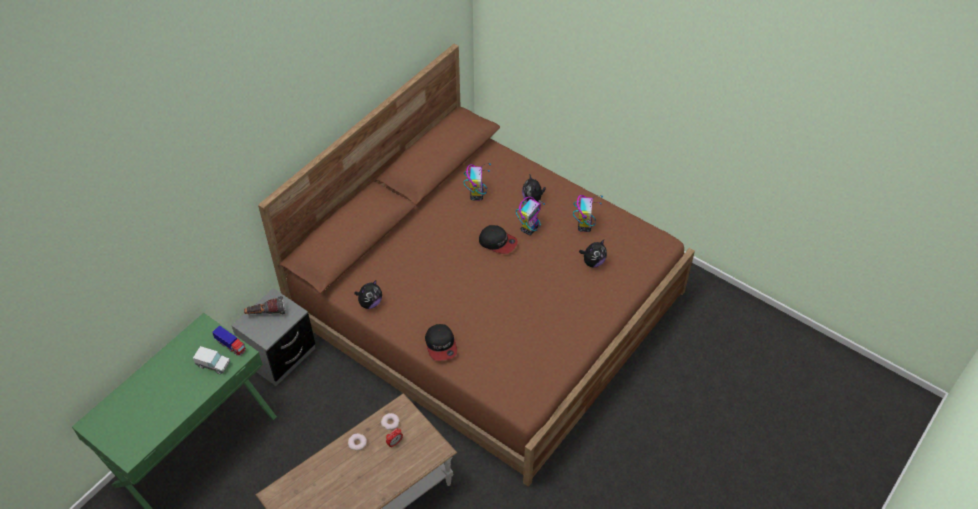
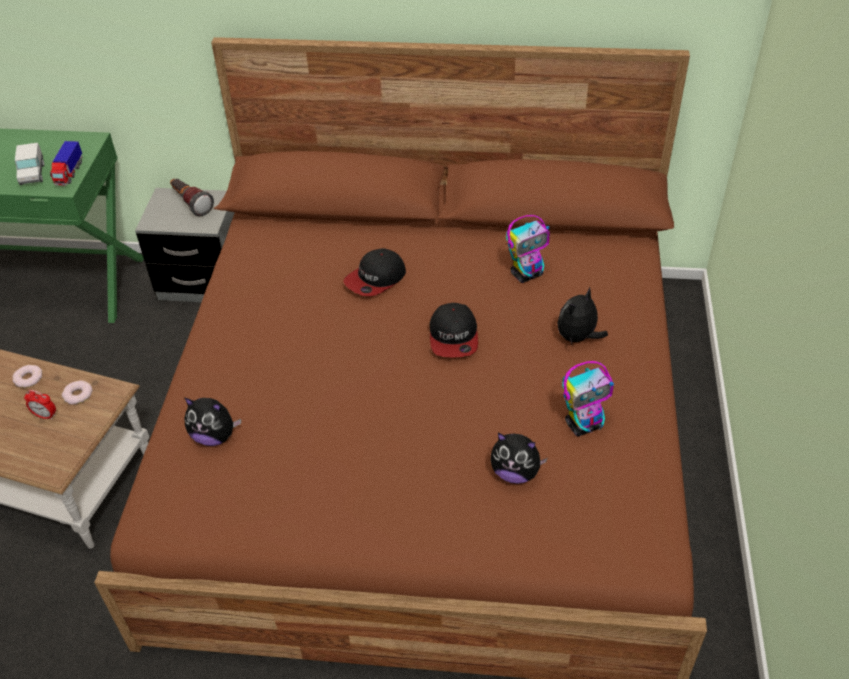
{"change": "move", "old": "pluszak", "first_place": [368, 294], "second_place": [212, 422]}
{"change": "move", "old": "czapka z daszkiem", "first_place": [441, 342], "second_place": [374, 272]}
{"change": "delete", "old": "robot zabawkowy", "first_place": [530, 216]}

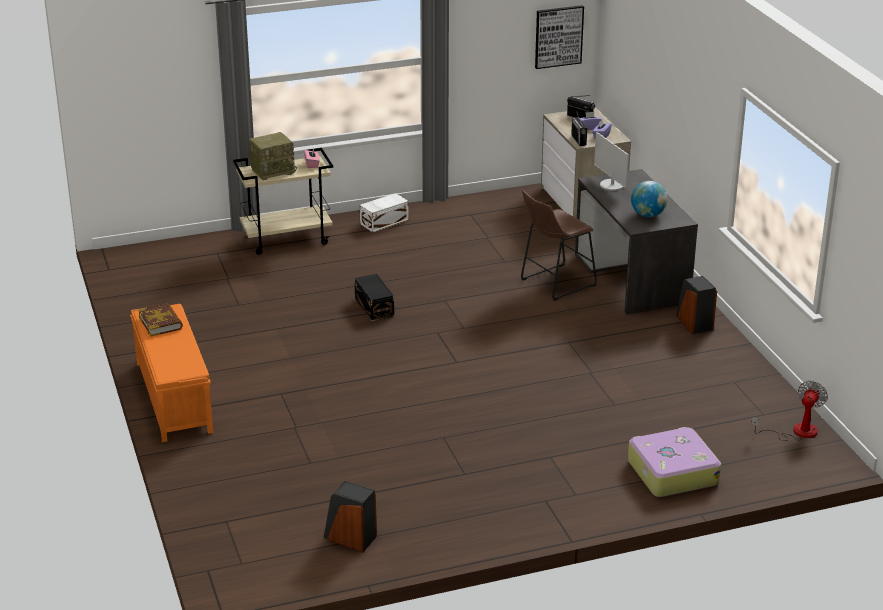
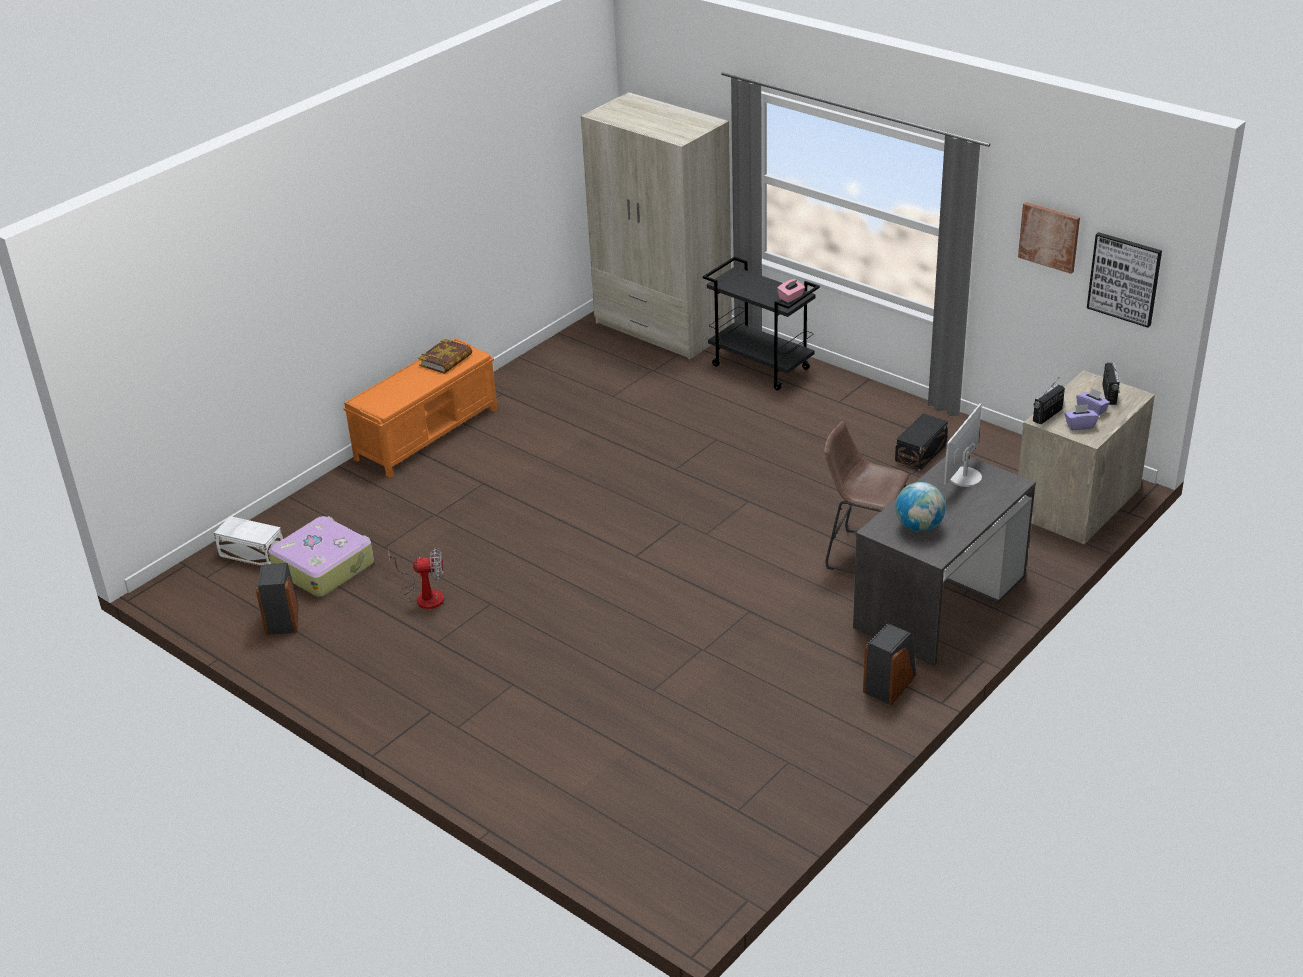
{"change": "move", "old": "pojemnik do przechowywania (biały)", "first_place": [384, 212], "second_place": [248, 541]}
{"change": "move", "old": "walizka", "first_place": [674, 462], "second_place": [321, 556]}
{"change": "move", "old": "wentylator", "first_place": [789, 411], "second_place": [416, 578]}
{"change": "insert", "new": "szafa (beżowy)", "second_place": [656, 225]}
{"change": "recolor", "old": "wózek (beżowy)", "new": "wózek (czarny)", "first_place": [283, 201], "second_place": [761, 323]}
{"change": "move", "old": "pojemnik do przechowywania (czarny)", "first_place": [374, 297], "second_place": [921, 442]}
{"change": "insert", "new": "obraz", "second_place": [1049, 238]}
{"change": "delete", "old": "radio", "first_place": [273, 156]}

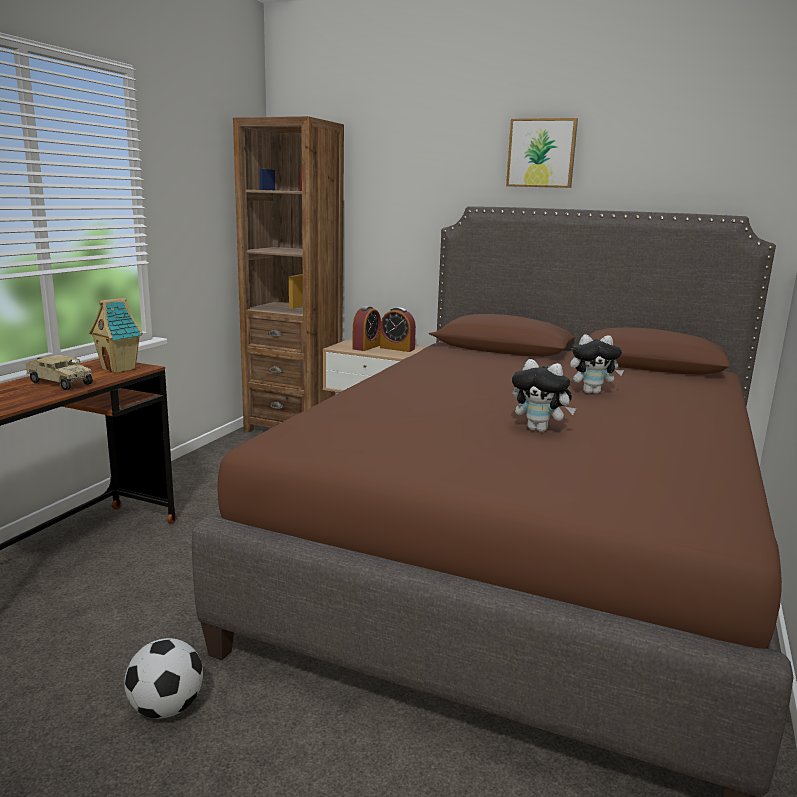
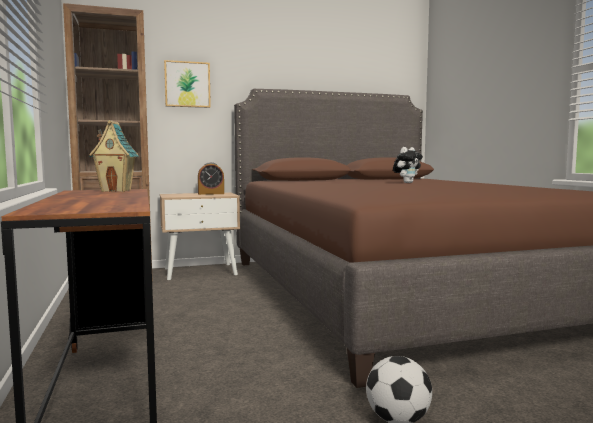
{"change": "move", "old": "obraz", "first_place": [542, 153], "second_place": [187, 84]}
{"change": "delete", "old": "ciężarówka zabawkowa", "first_place": [59, 372]}
{"change": "delete", "old": "budzik", "first_place": [366, 328]}
{"change": "delete", "old": "pluszak", "first_place": [544, 395]}

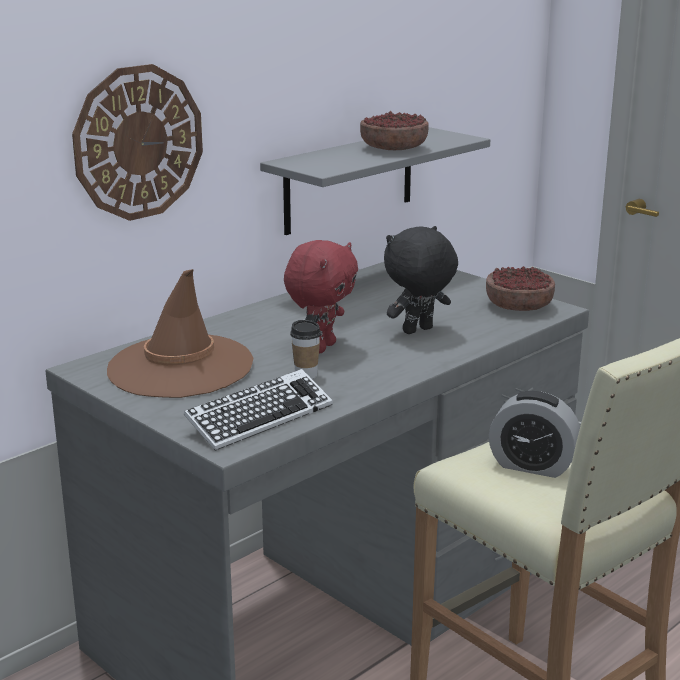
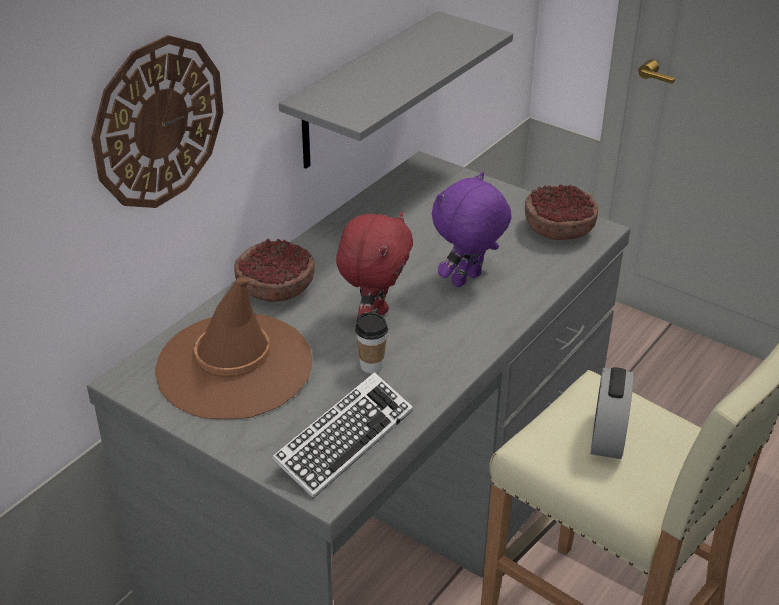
{"change": "move", "old": "miska", "first_place": [394, 130], "second_place": [274, 270]}
{"change": "recolor", "old": "pluszak (czarny)", "new": "pluszak (fioletowy)", "first_place": [421, 280], "second_place": [472, 229]}
{"change": "rotate", "old": "budzik", "first_place": [534, 434], "second_place": [612, 413], "degrees": 90}

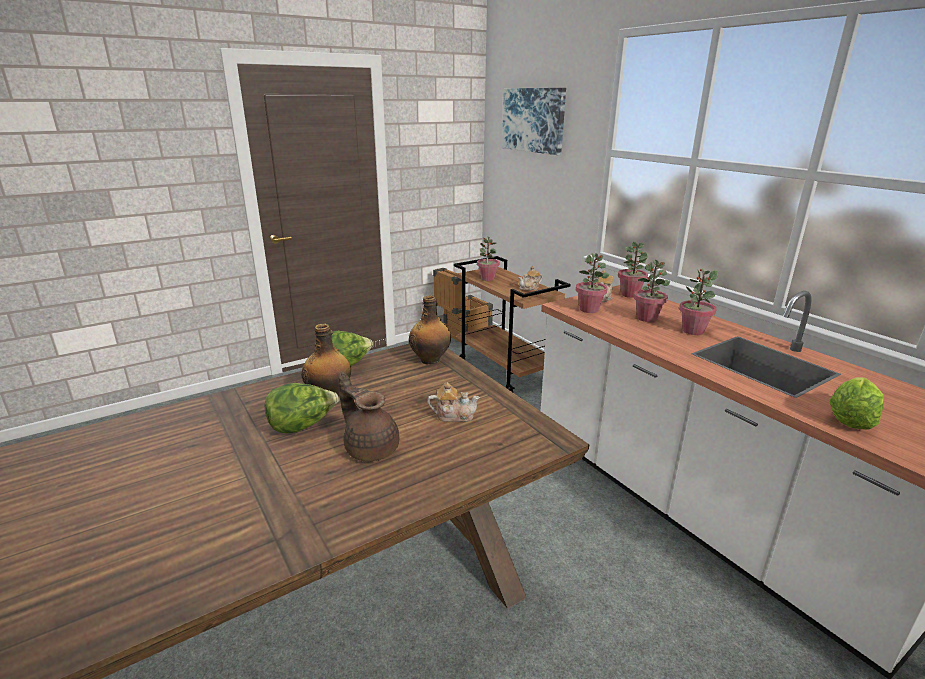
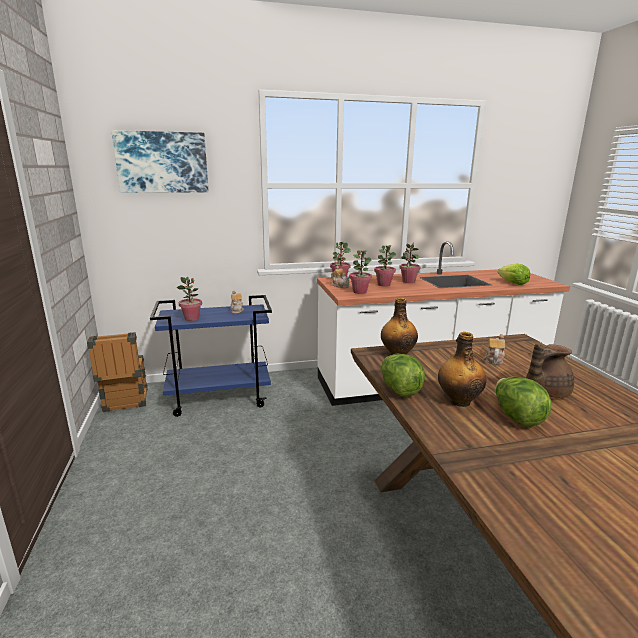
{"change": "recolor", "old": "wózek (brązowy)", "new": "wózek (niebieski)", "first_place": [512, 324], "second_place": [211, 356]}

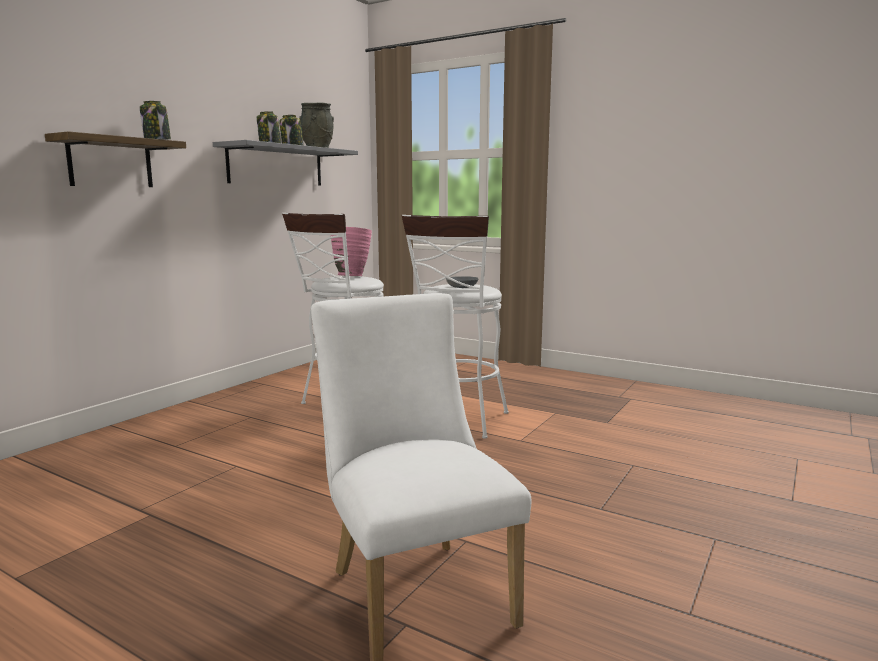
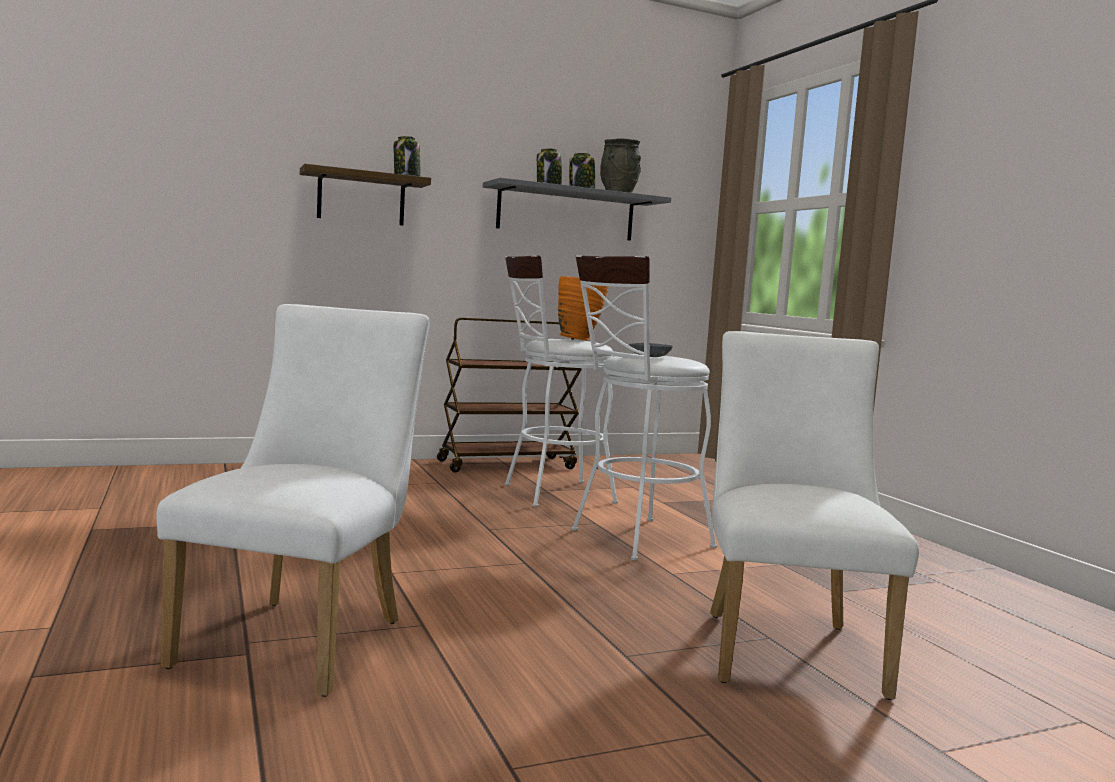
{"change": "insert", "new": "wózek (brązowy)", "second_place": [509, 395]}
{"change": "recolor", "old": "wazon (różowy)", "new": "wazon (pomarańczowy)", "first_place": [351, 251], "second_place": [583, 308]}
{"change": "insert", "new": "krzesło (biały)", "second_place": [814, 515]}

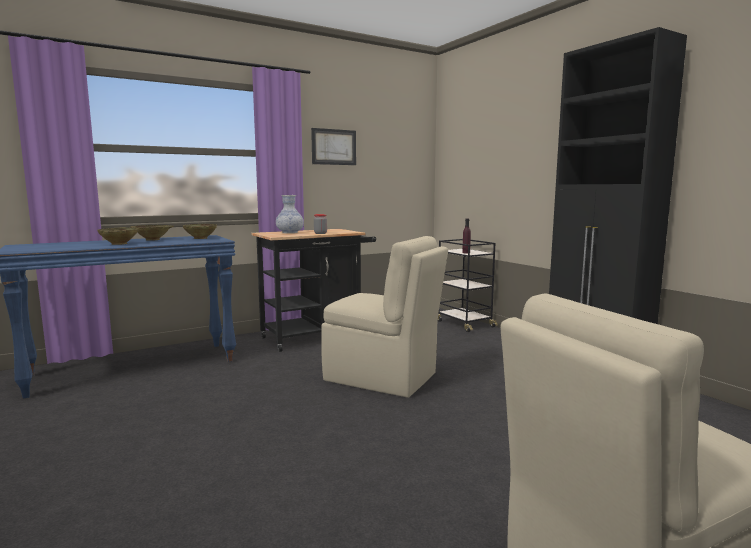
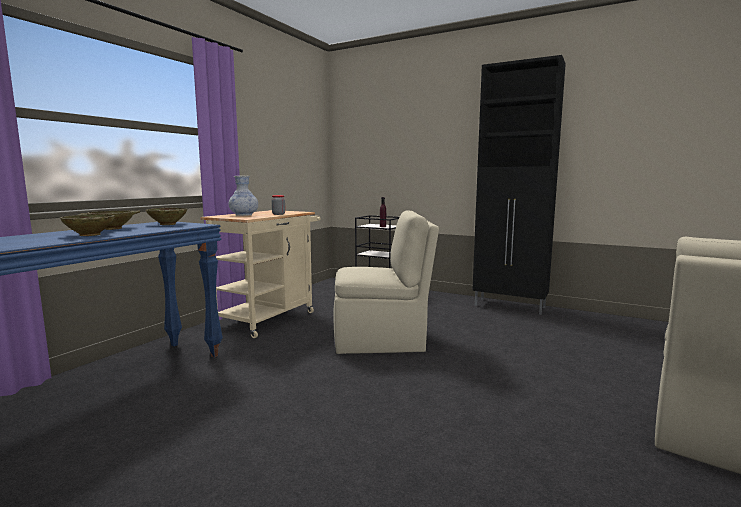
{"change": "recolor", "old": "wózek (czarny)", "new": "wózek (beżowy)", "first_place": [313, 290], "second_place": [260, 274]}
{"change": "delete", "old": "obraz", "first_place": [333, 146]}

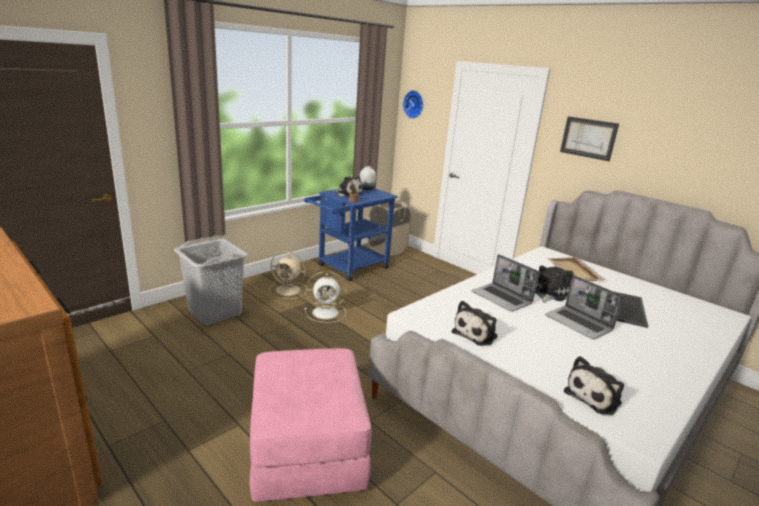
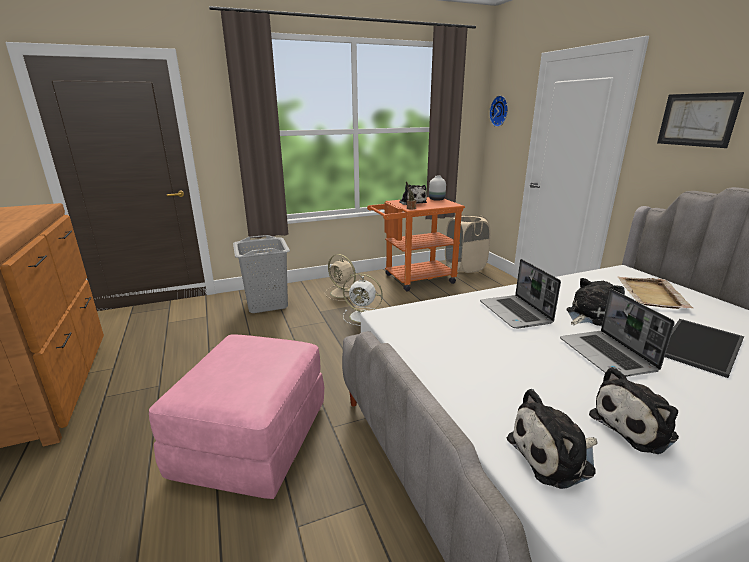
{"change": "recolor", "old": "wózek (niebieski)", "new": "wózek (pomarańczowy)", "first_place": [351, 234], "second_place": [416, 244]}
{"change": "move", "old": "pluszak", "first_place": [475, 323], "second_place": [634, 410]}

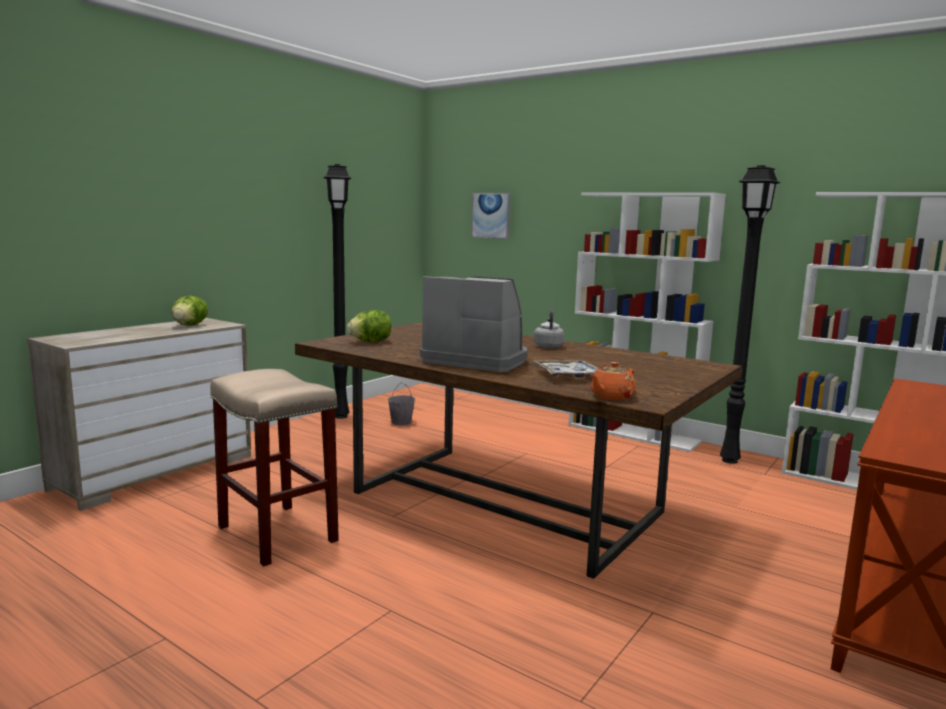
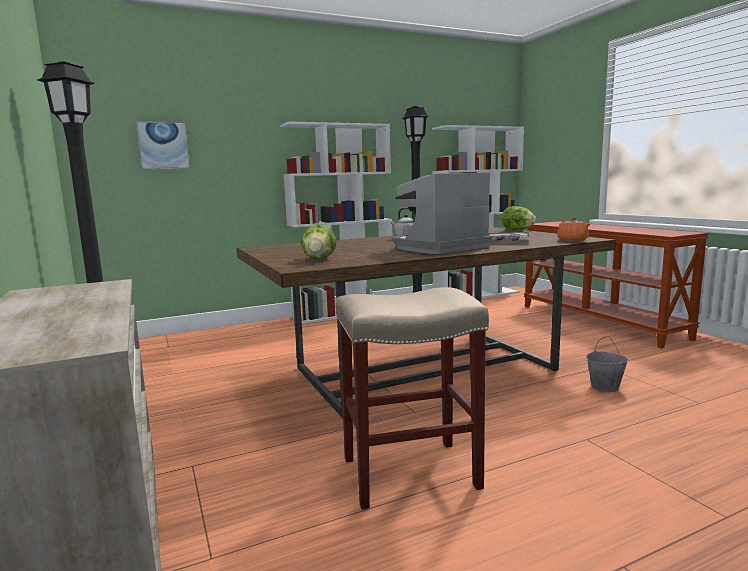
{"change": "move", "old": "sałata", "first_place": [189, 310], "second_place": [519, 218]}
{"change": "move", "old": "wiadro (szary)", "first_place": [401, 403], "second_place": [607, 364]}

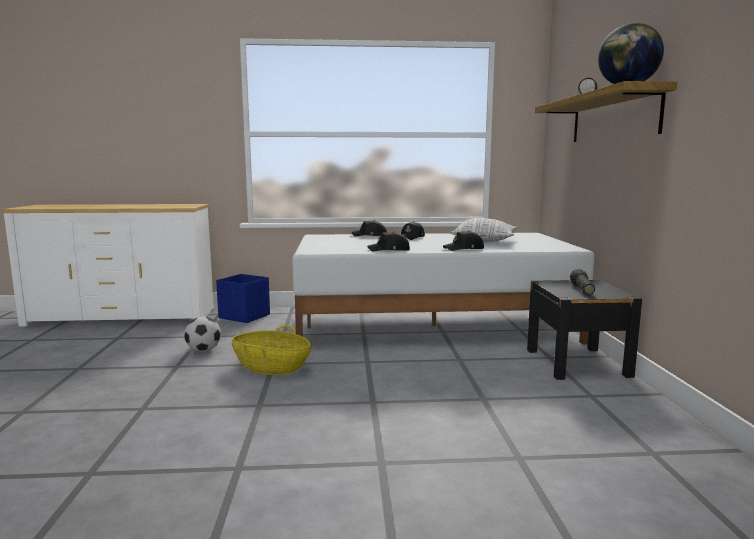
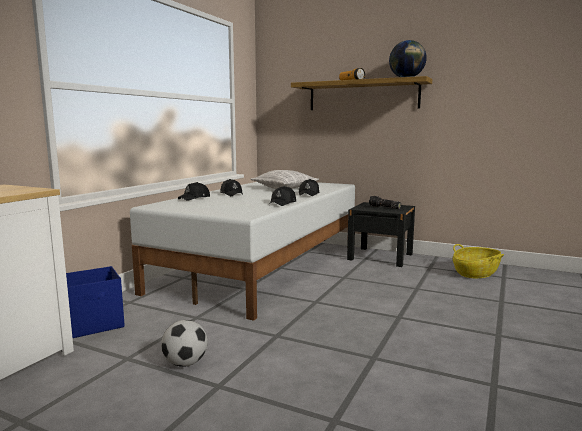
{"change": "move", "old": "koszyk", "first_place": [271, 350], "second_place": [478, 261]}

